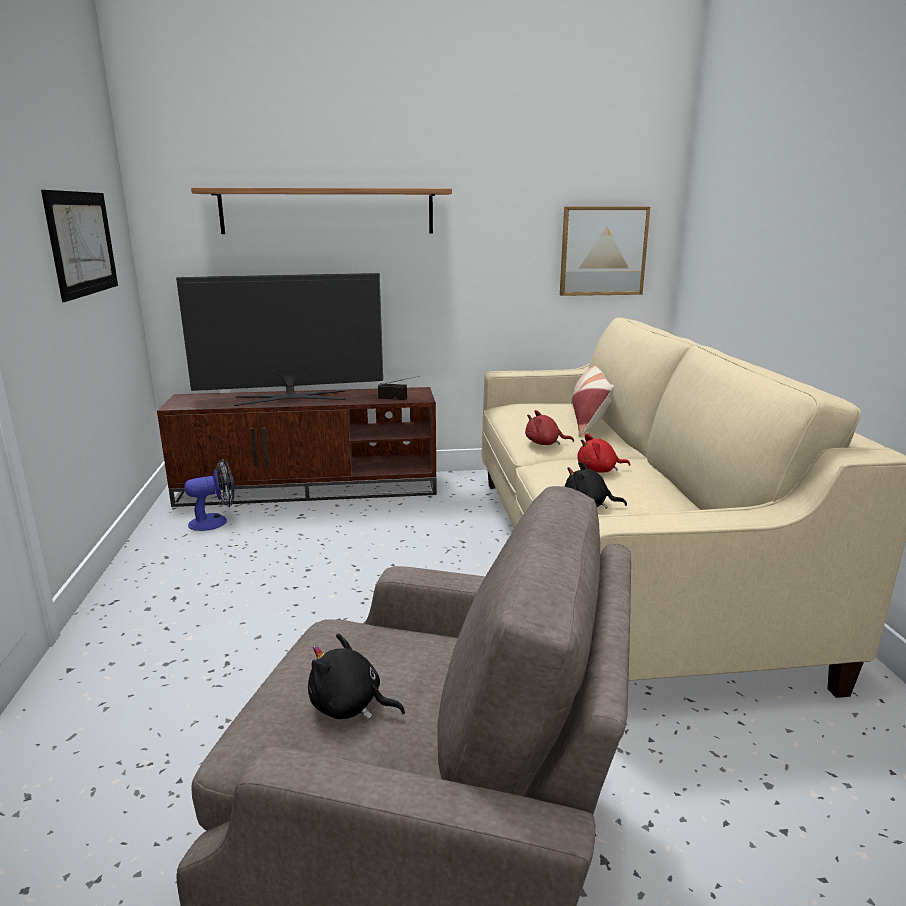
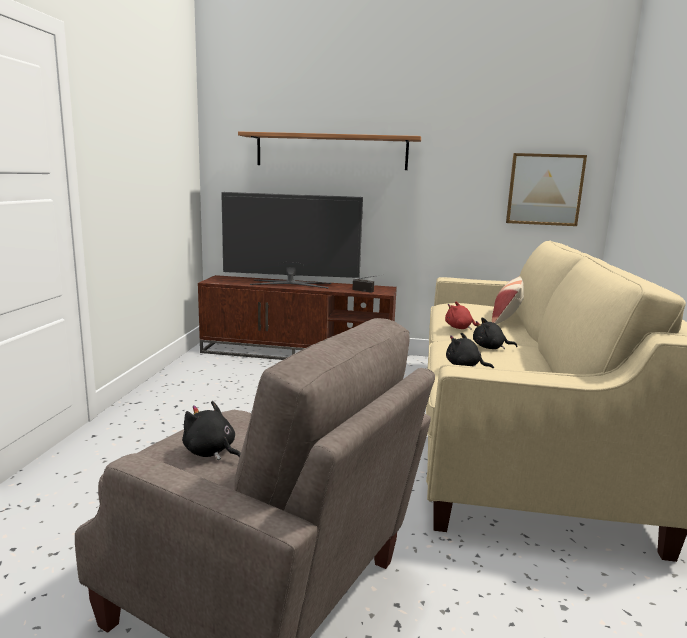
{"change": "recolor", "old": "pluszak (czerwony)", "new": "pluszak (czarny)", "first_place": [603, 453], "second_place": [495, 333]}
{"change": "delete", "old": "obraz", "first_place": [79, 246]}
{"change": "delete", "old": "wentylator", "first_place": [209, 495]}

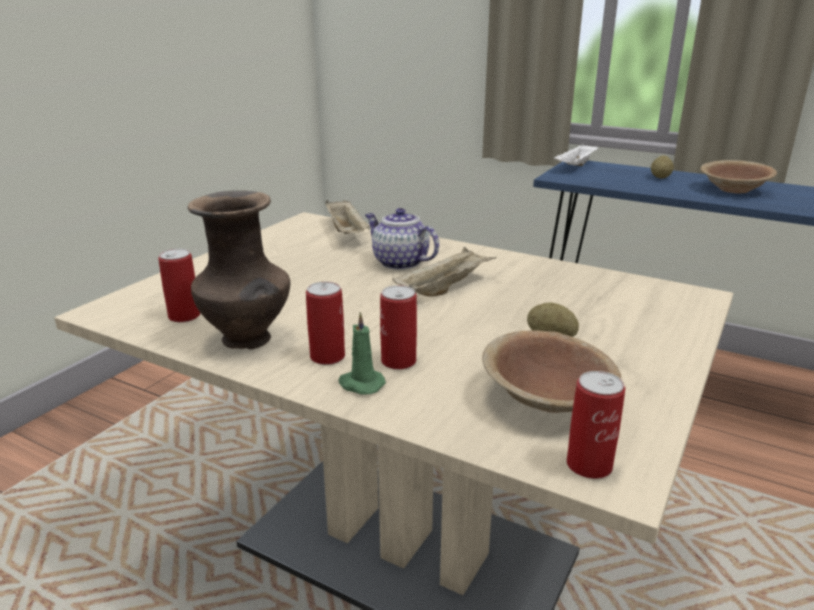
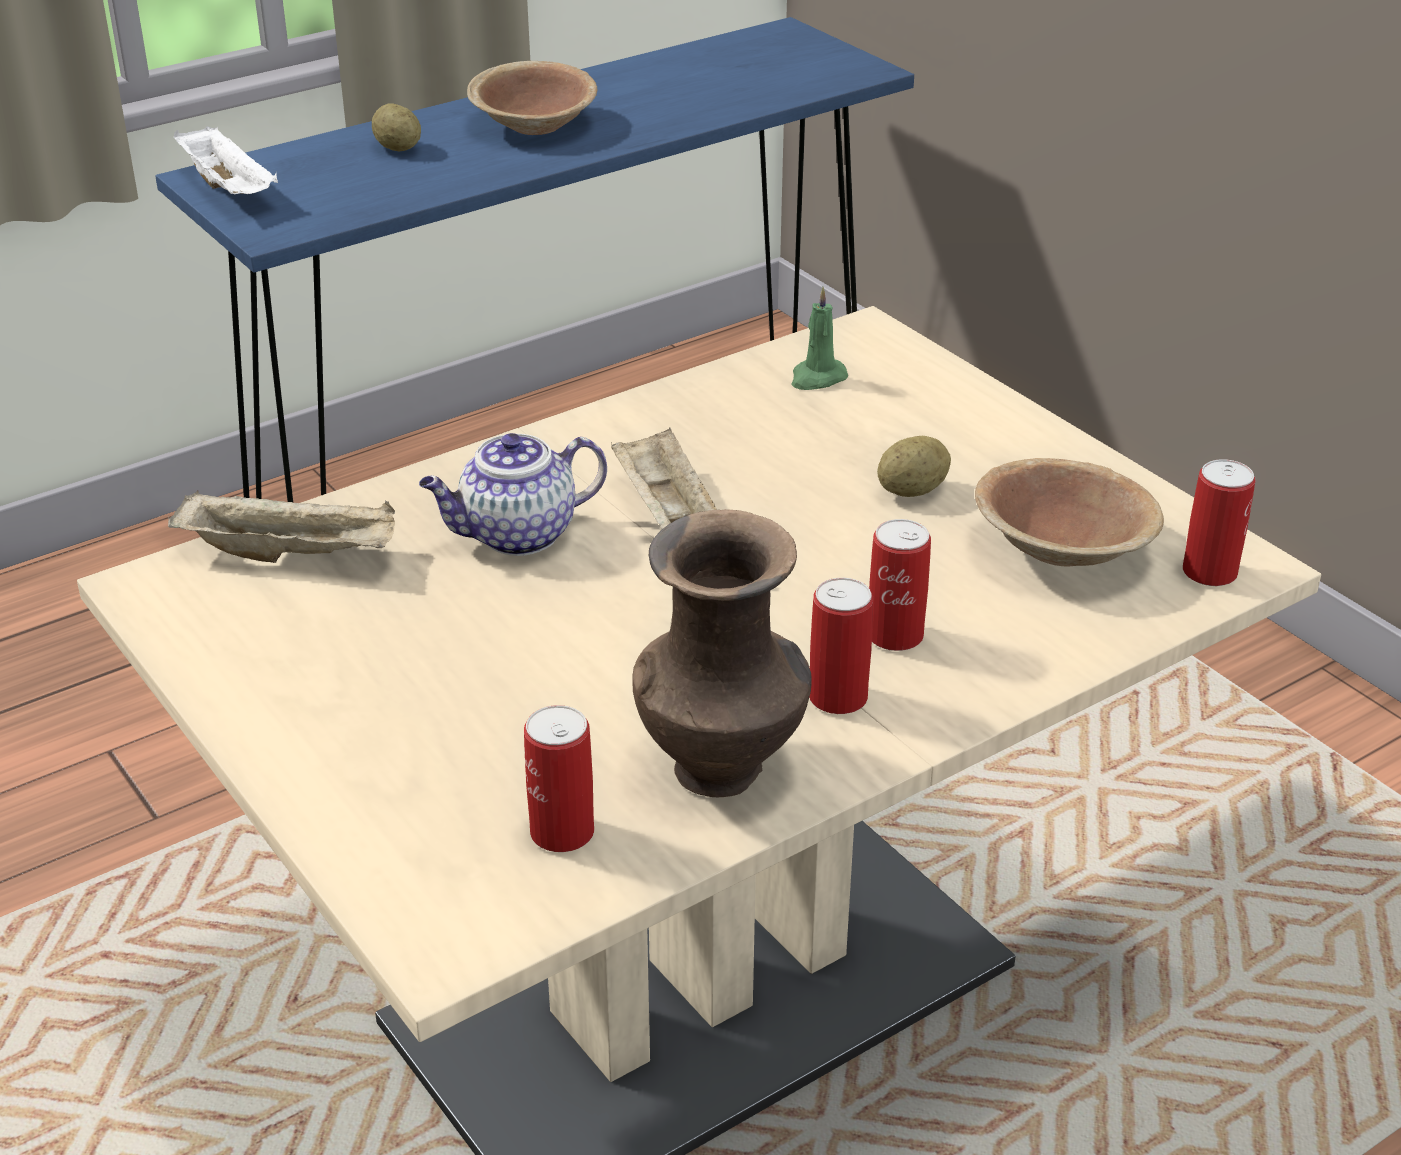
{"change": "move", "old": "świeca (zielony)", "first_place": [362, 353], "second_place": [819, 338]}

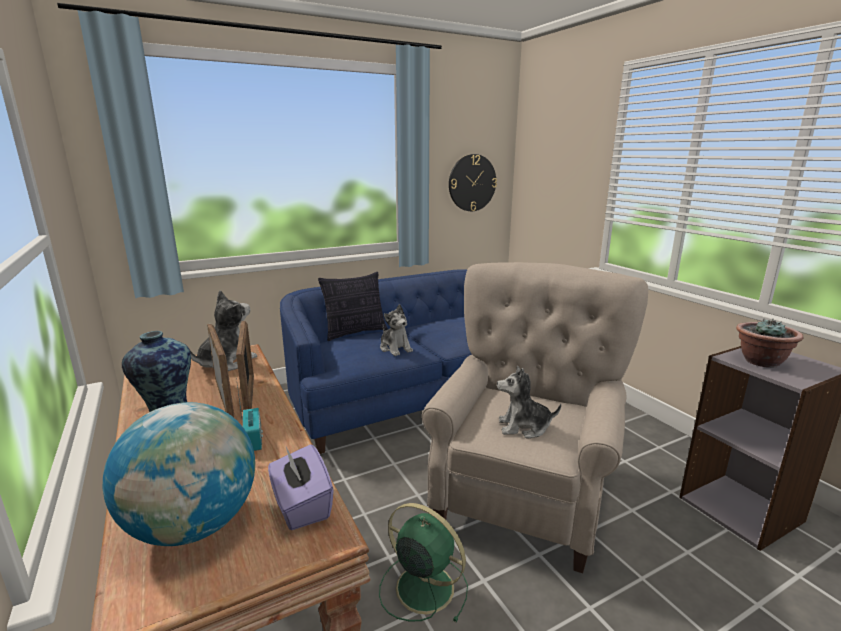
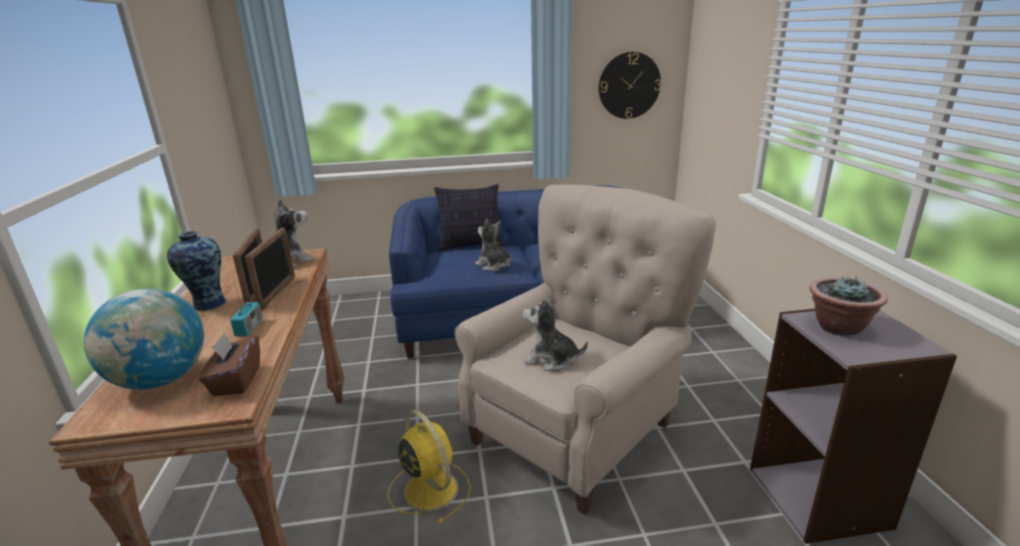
{"change": "recolor", "old": "pudełko chusteczek (fioletowy)", "new": "pudełko chusteczek (brązowy)", "first_place": [301, 487], "second_place": [229, 364]}
{"change": "recolor", "old": "wentylator (zielony)", "new": "wentylator (żółty)", "first_place": [423, 563], "second_place": [429, 467]}
{"change": "rotate", "old": "pluszak", "first_place": [396, 330], "second_place": [493, 245], "degrees": 150}

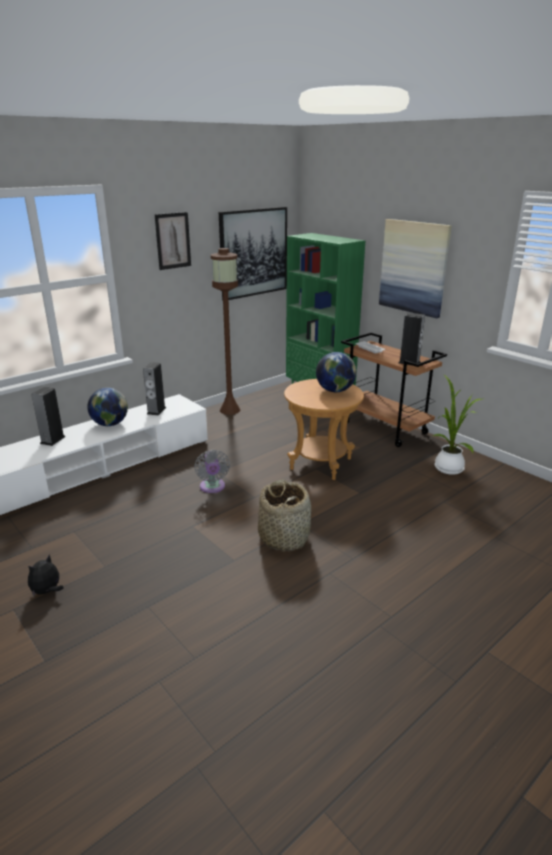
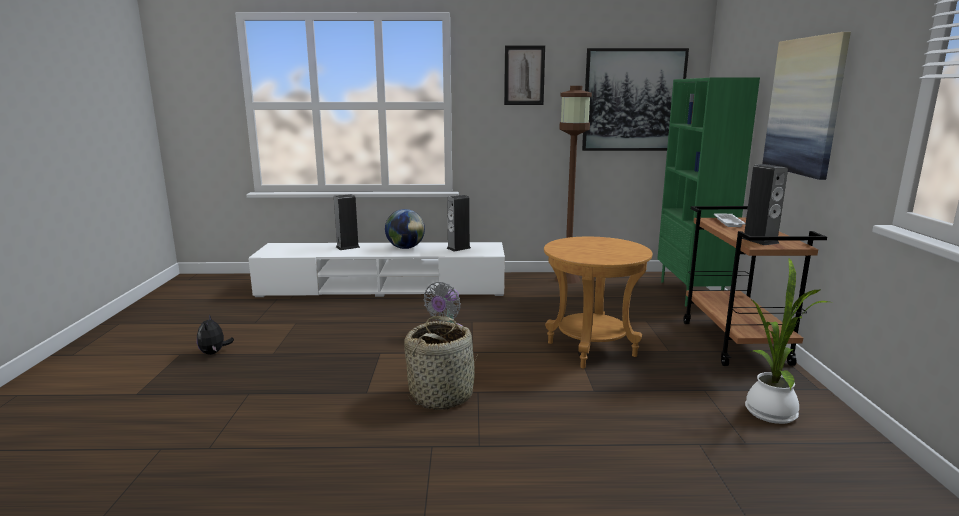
{"change": "rotate", "old": "pluszak", "first_place": [46, 575], "second_place": [215, 334], "degrees": -90}
{"change": "delete", "old": "globus", "first_place": [336, 372]}

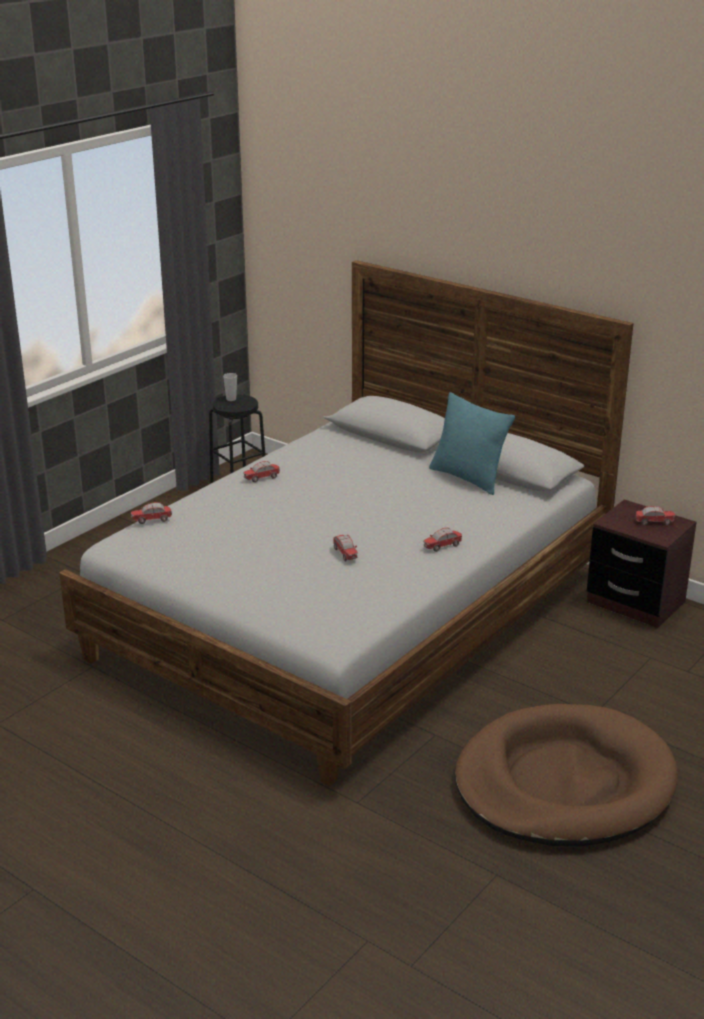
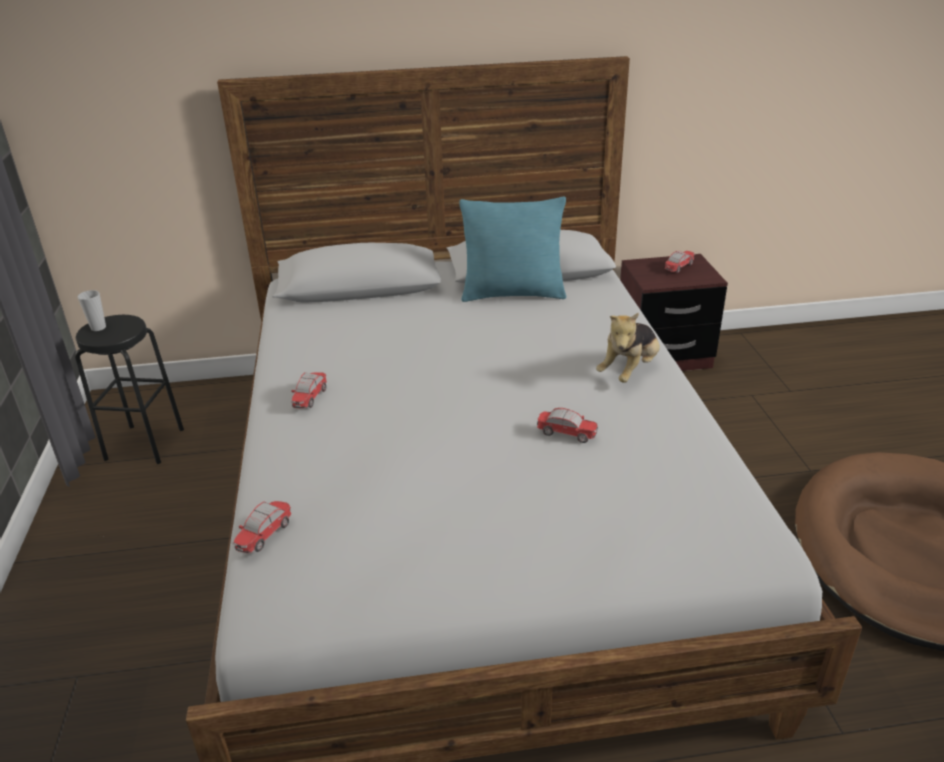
{"change": "replace", "old": "samochodzik", "new": "pluszak", "first_place": [442, 540], "second_place": [628, 347]}

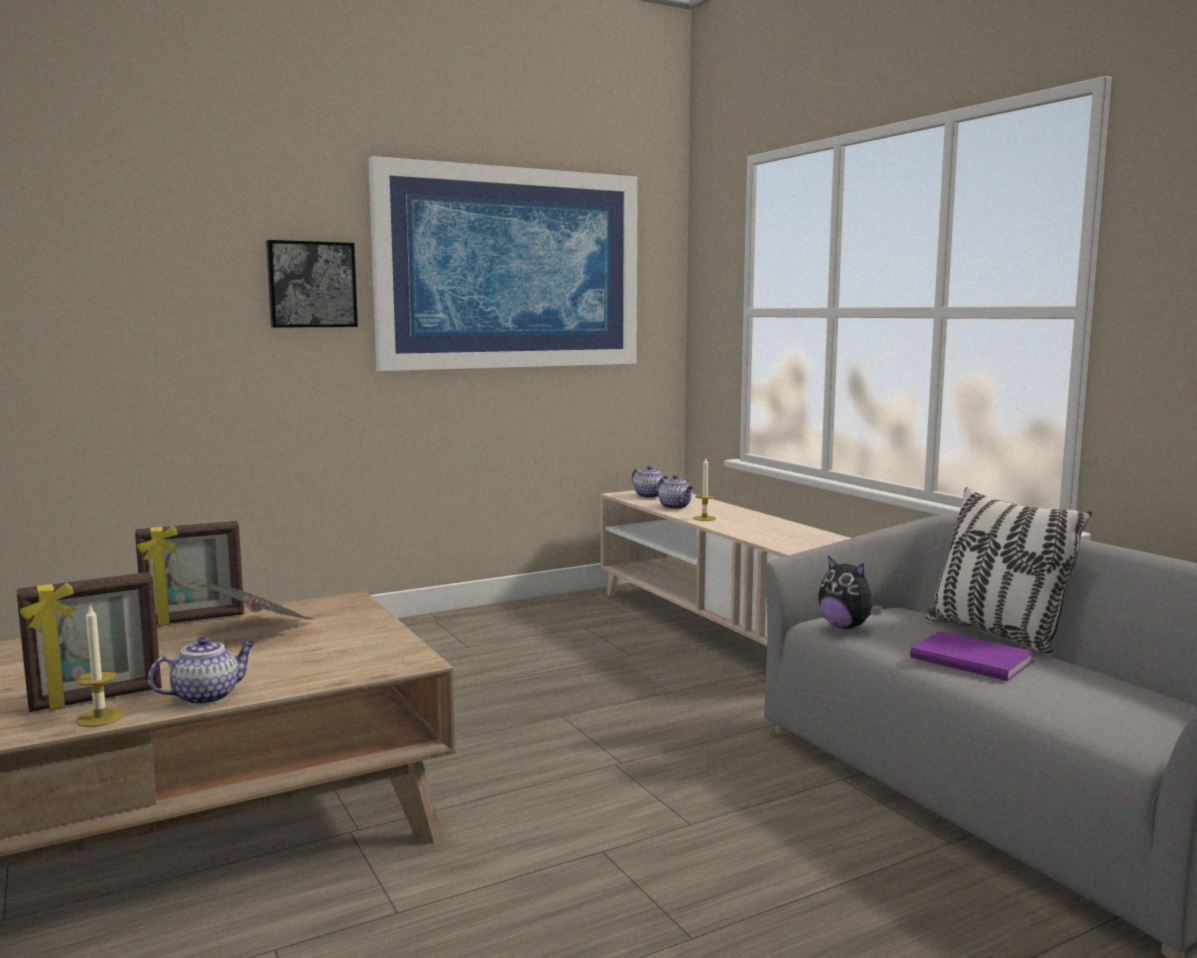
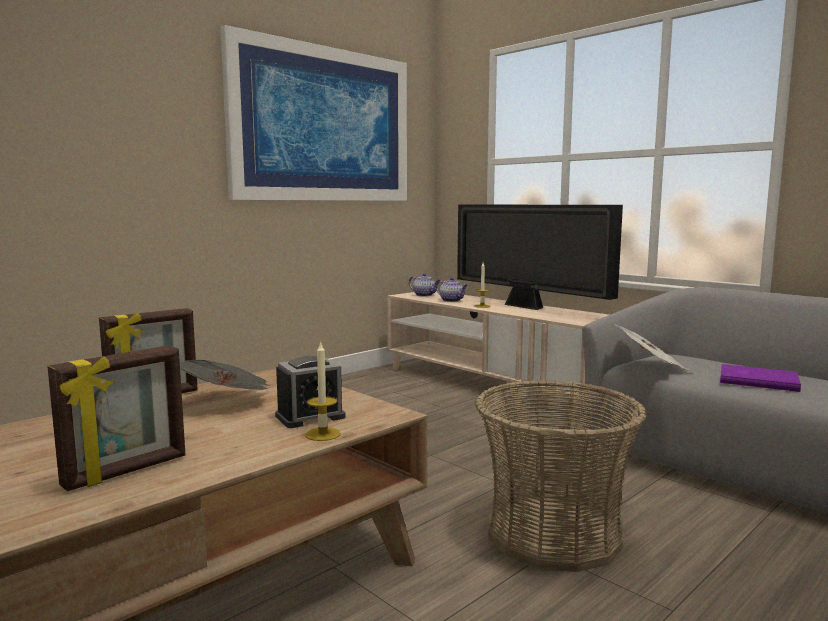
{"change": "insert", "new": "budzik", "second_place": [310, 392]}
{"change": "move", "old": "świeca", "first_place": [100, 665], "second_place": [323, 391]}
{"change": "insert", "new": "telewizor", "second_place": [540, 257]}
{"change": "insert", "new": "koszyk", "second_place": [561, 476]}
{"change": "replace", "old": "pluszak", "new": "gazeta", "first_place": [850, 592], "second_place": [652, 347]}
{"change": "delete", "old": "imbryk", "first_place": [201, 671]}
{"change": "delete", "old": "obraz", "first_place": [312, 284]}
{"change": "delete", "old": "poduszka", "first_place": [1008, 571]}

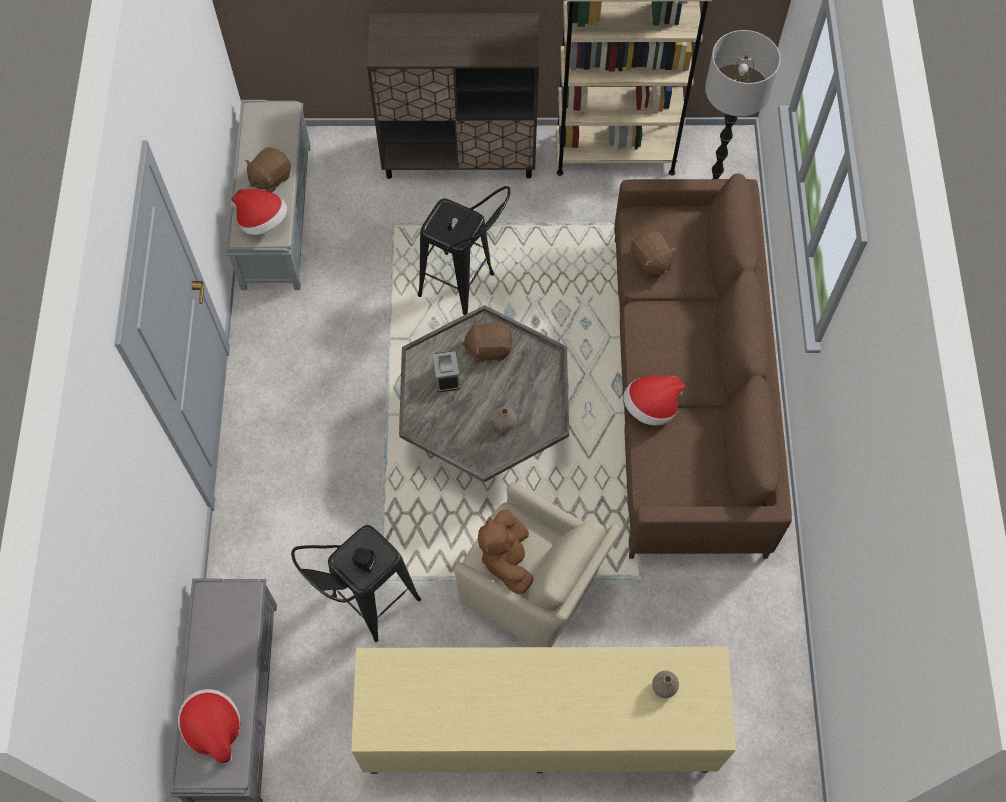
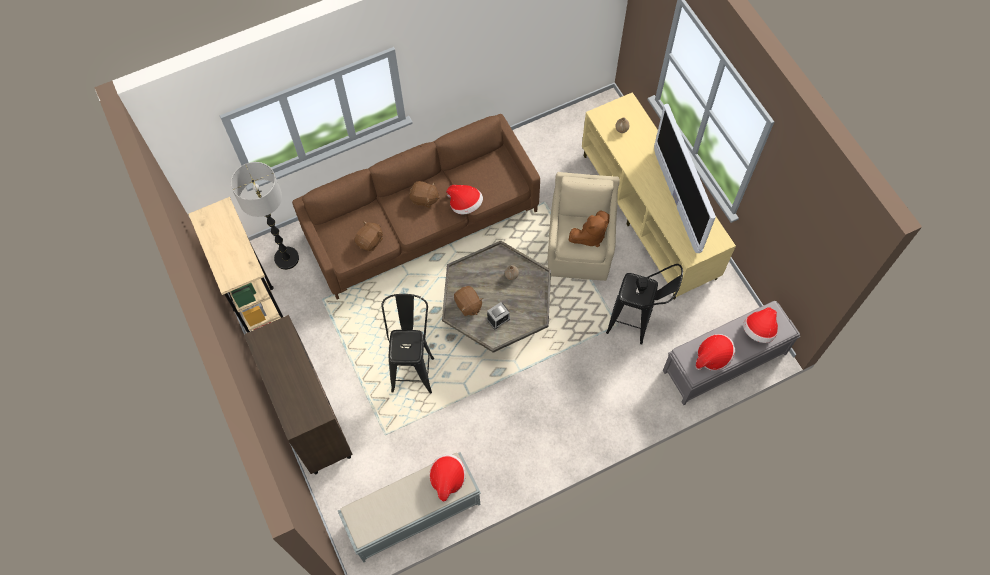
{"change": "move", "old": "pluszak (brązowy)", "first_place": [268, 170], "second_place": [424, 194]}
{"change": "insert", "new": "telewizor", "second_place": [685, 178]}
{"change": "insert", "new": "kapelusz", "second_place": [715, 352]}

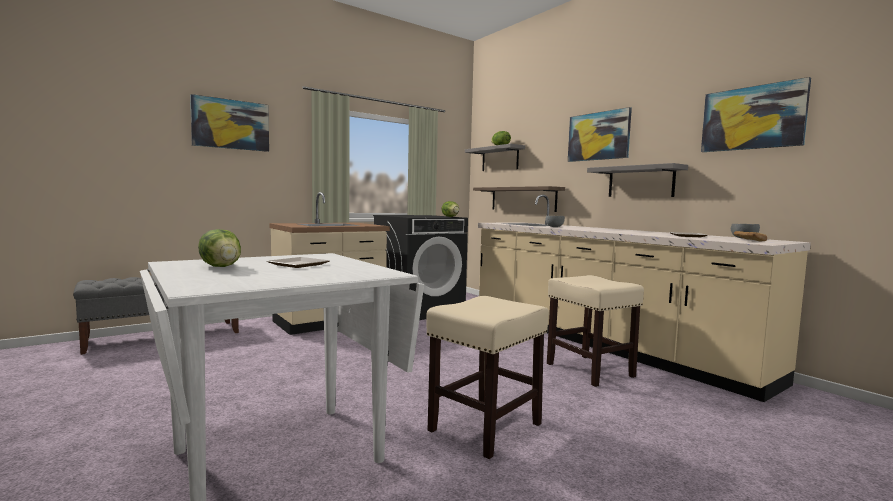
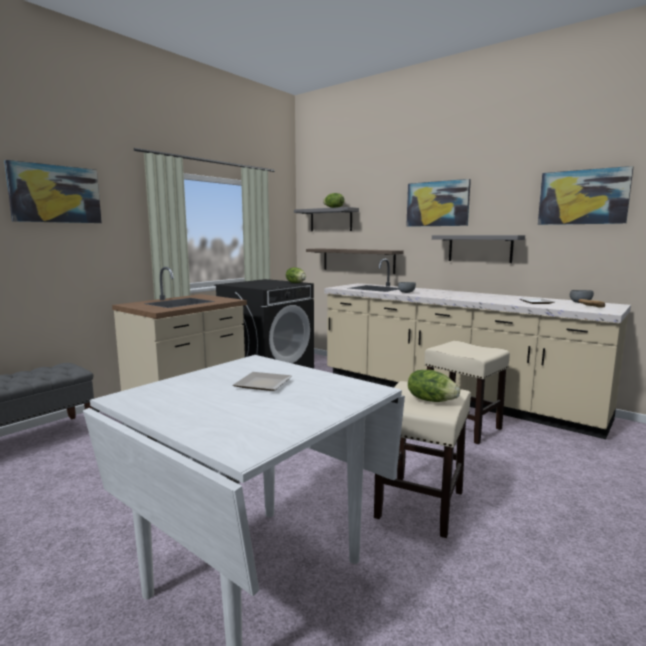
{"change": "move", "old": "sałata", "first_place": [219, 248], "second_place": [434, 386]}

